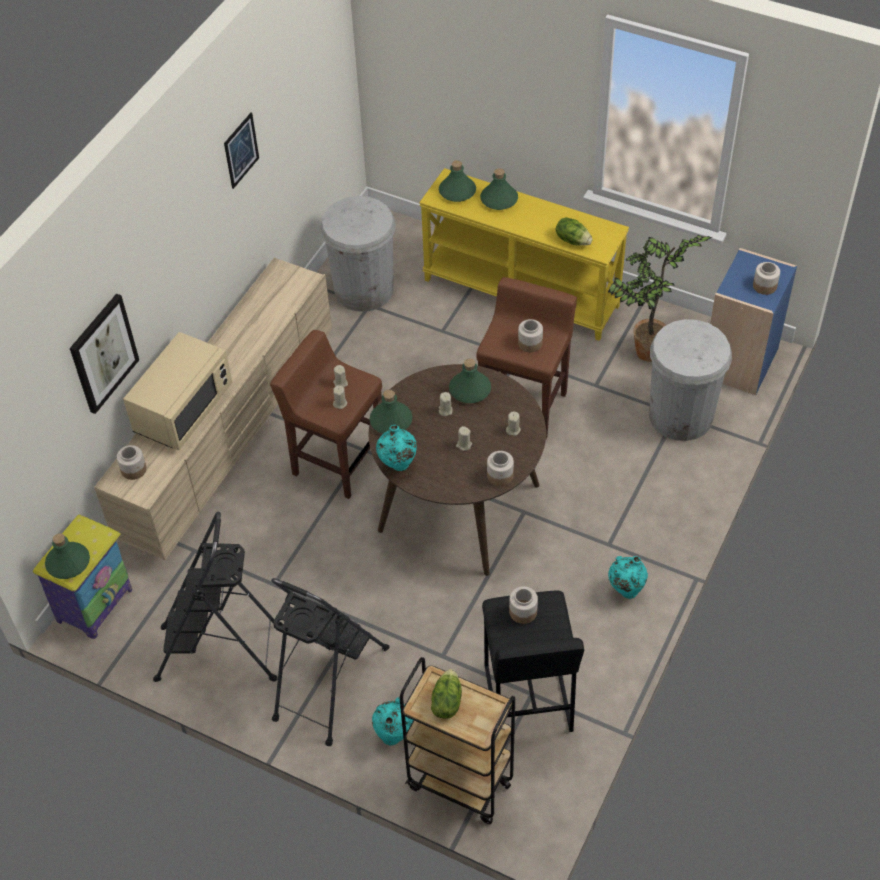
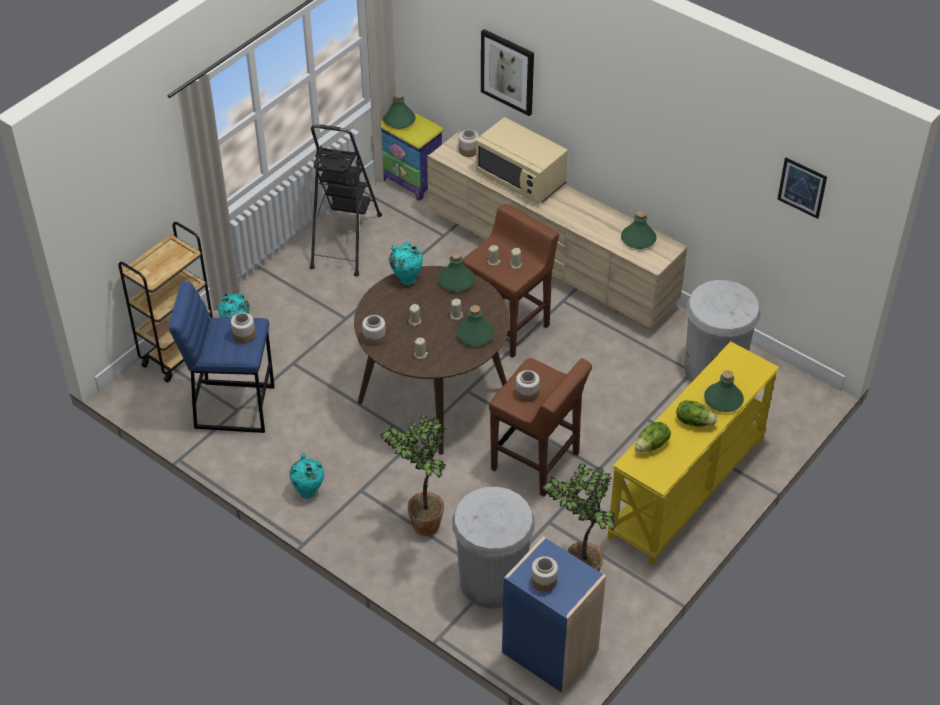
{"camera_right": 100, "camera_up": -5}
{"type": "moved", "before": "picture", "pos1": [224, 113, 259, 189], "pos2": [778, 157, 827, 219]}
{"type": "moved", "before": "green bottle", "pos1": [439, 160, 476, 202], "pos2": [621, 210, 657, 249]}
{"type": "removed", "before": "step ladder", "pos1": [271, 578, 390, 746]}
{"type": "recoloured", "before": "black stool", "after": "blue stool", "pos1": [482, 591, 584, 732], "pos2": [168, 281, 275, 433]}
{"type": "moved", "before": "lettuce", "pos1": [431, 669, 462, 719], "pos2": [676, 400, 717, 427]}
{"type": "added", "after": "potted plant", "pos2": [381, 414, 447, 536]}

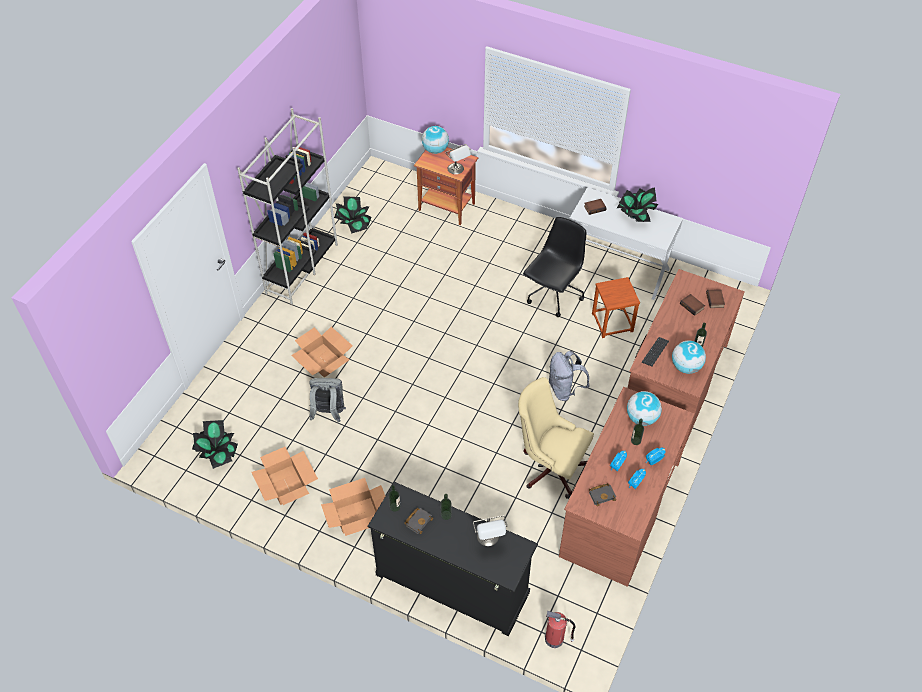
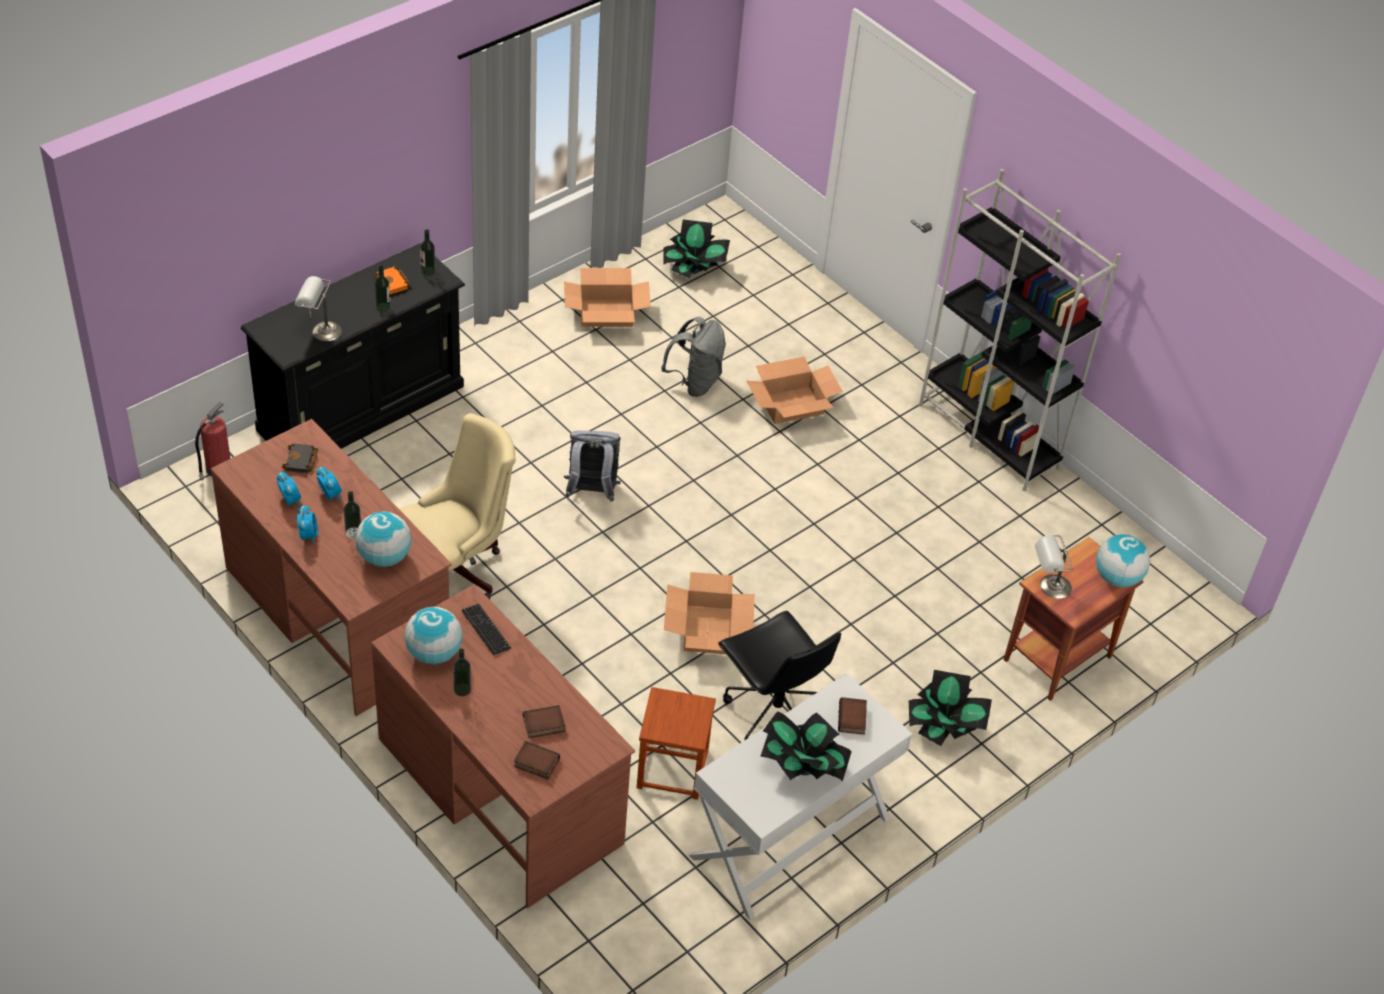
{"camera_right": 110, "camera_up": -5}
{"type": "moved", "before": "potted plant", "pos1": [334, 196, 371, 234], "pos2": [909, 670, 992, 746]}
{"type": "moved", "before": "grey backpack", "pos1": [549, 351, 590, 401], "pos2": [564, 430, 621, 502]}
{"type": "moved", "before": "cardboard box", "pos1": [321, 478, 385, 536], "pos2": [664, 572, 755, 654]}
{"type": "recoloured", "before": "black book", "after": "orange book", "pos1": [404, 508, 433, 534], "pos2": [374, 267, 411, 294]}

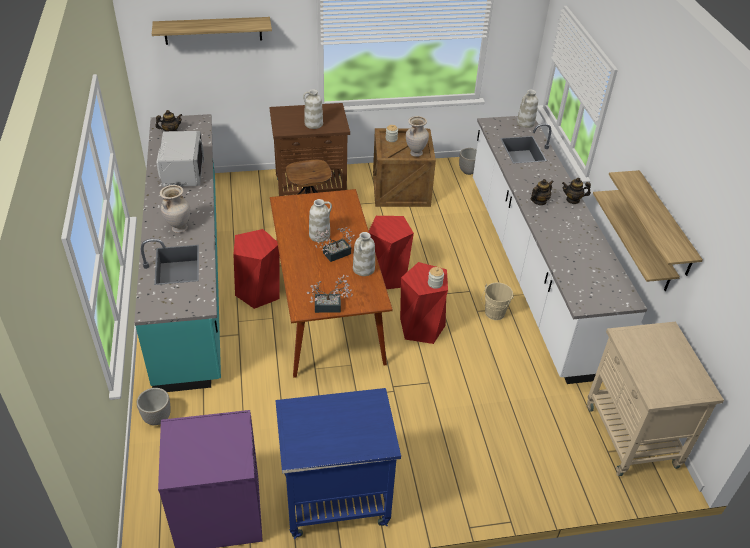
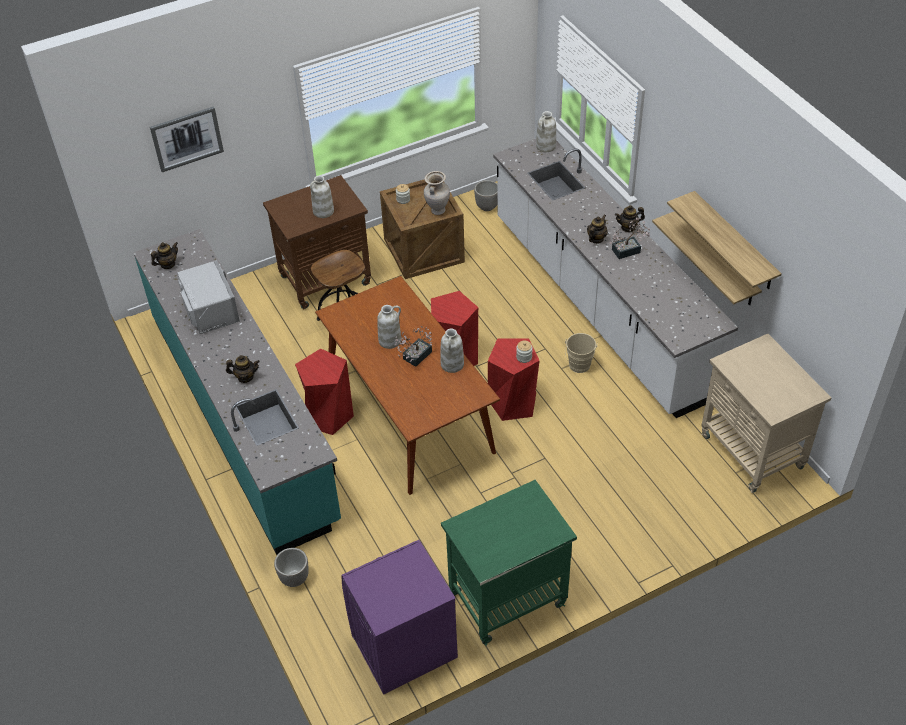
{"camera_right": -15, "camera_up": 5}
{"type": "replaced", "before": "shelf", "after": "picture", "pos1": [152, 17, 272, 45], "pos2": [150, 106, 224, 172]}
{"type": "replaced", "before": "beige vase", "after": "teapot", "pos1": [160, 185, 191, 233], "pos2": [226, 355, 260, 383]}
{"type": "moved", "before": "potted plant", "pos1": [307, 275, 353, 313], "pos2": [609, 217, 650, 259]}
{"type": "recoloured", "before": "blue cart", "after": "green cart", "pos1": [275, 388, 401, 539], "pos2": [441, 480, 577, 646]}

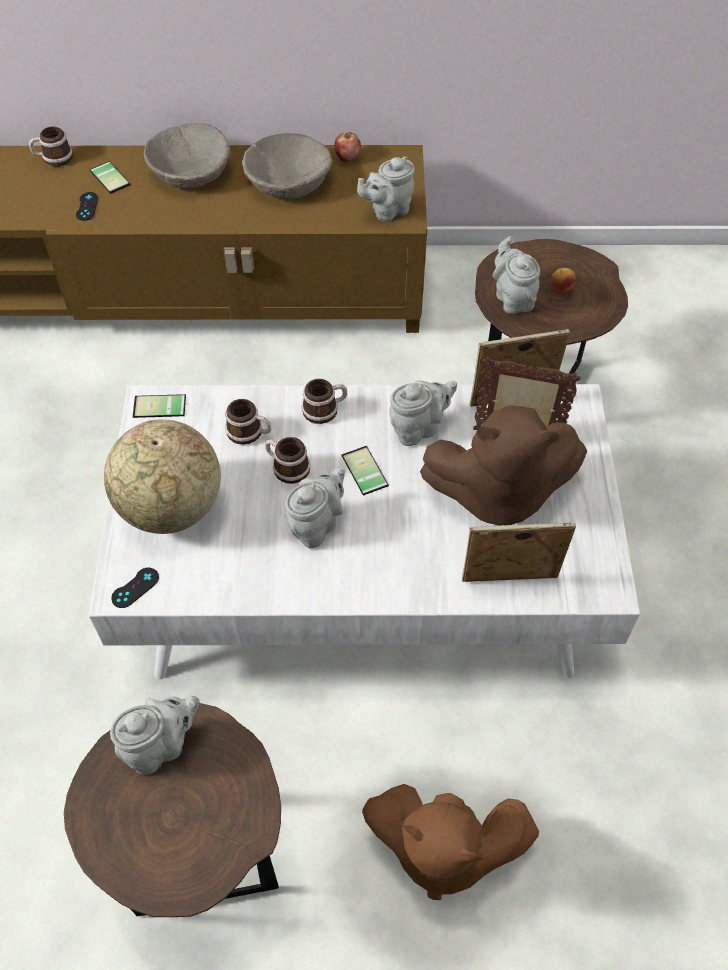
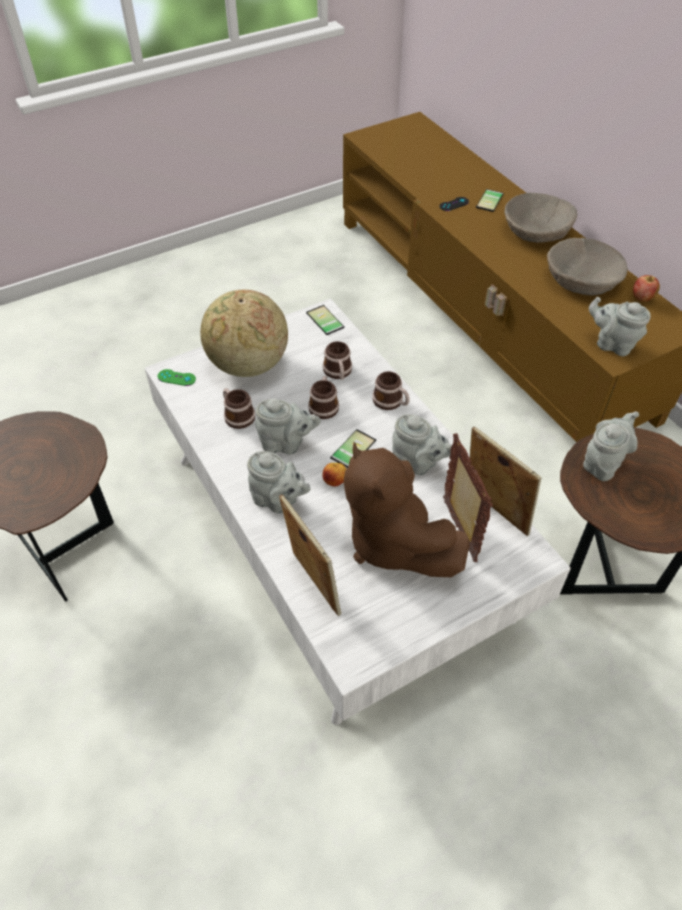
{"camera_right": 60, "camera_up": -5}
{"type": "moved", "before": "mug", "pos1": [29, 126, 73, 167], "pos2": [223, 389, 255, 429]}
{"type": "moved", "before": "apple", "pos1": [551, 268, 576, 293], "pos2": [322, 463, 346, 487]}
{"type": "recoloured", "before": "black game controller", "after": "green game controller", "pos1": [111, 567, 159, 608], "pos2": [157, 369, 196, 386]}
{"type": "moved", "before": "grey teapot", "pos1": [110, 696, 200, 775], "pos2": [247, 451, 310, 513]}
{"type": "removed", "before": "brown plush toy", "pos1": [362, 784, 539, 900]}

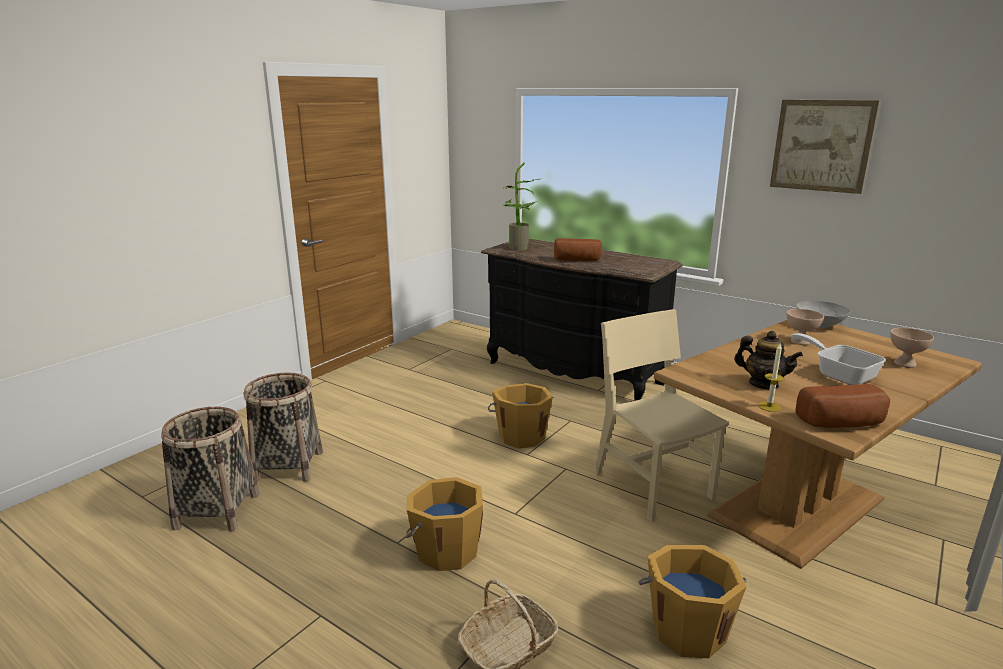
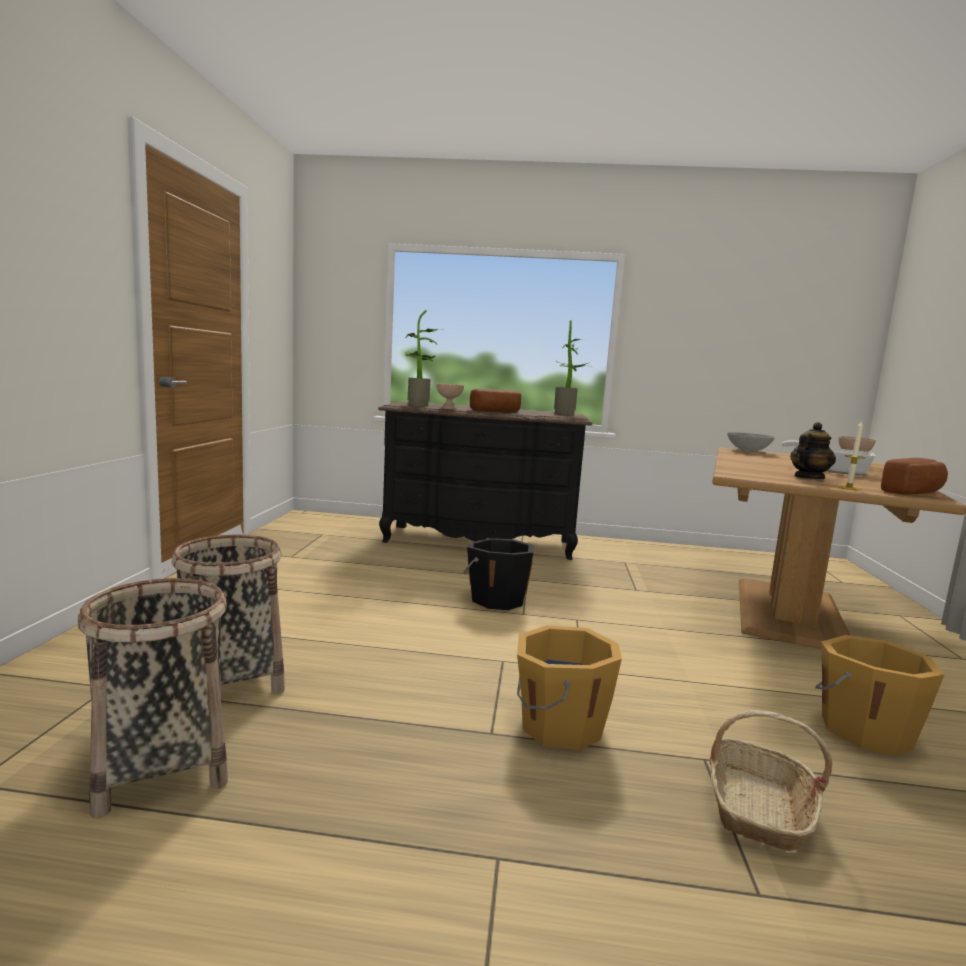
{"camera_right": -30, "camera_up": -10}
{"type": "removed", "before": "picture", "pos1": [770, 100, 879, 194]}
{"type": "removed", "before": "beige chair", "pos1": [594, 309, 729, 522]}
{"type": "moved", "before": "beige bowl", "pos1": [787, 309, 824, 345], "pos2": [436, 384, 464, 409]}
{"type": "turned", "before": "teapot", "pos1": [734, 331, 803, 389], "pos2": [790, 422, 836, 479], "turn": -45}
{"type": "recoloured", "before": "orange bucket", "after": "black bucket", "pos1": [488, 383, 553, 448], "pos2": [464, 538, 534, 610]}
{"type": "added", "after": "potted plant", "pos2": [554, 320, 590, 415]}

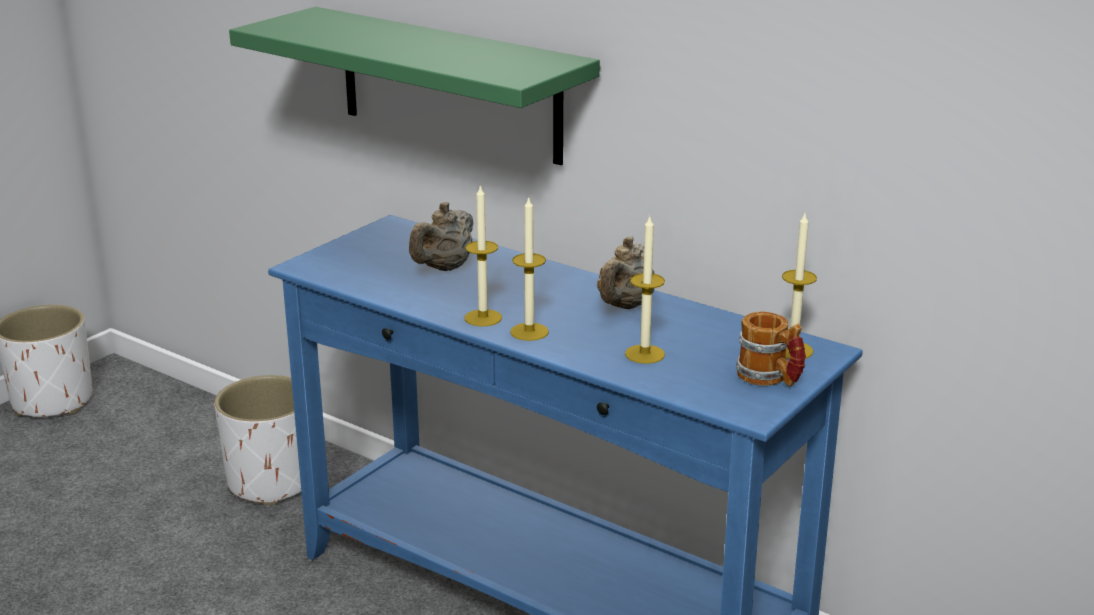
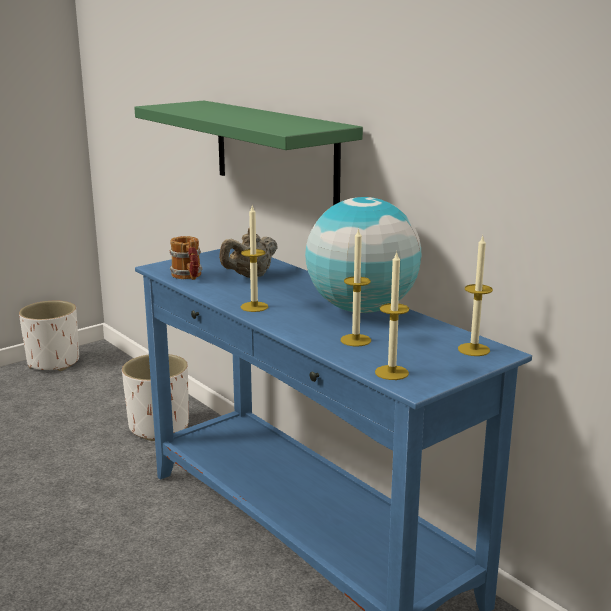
{"camera_right": 15, "camera_up": -5}
{"type": "moved", "before": "candle", "pos1": [510, 197, 549, 341], "pos2": [375, 252, 409, 380]}
{"type": "replaced", "before": "beige teapot", "after": "globe", "pos1": [597, 236, 655, 309], "pos2": [305, 197, 421, 313]}
{"type": "moved", "before": "mug", "pos1": [736, 311, 806, 386], "pos2": [170, 236, 203, 280]}

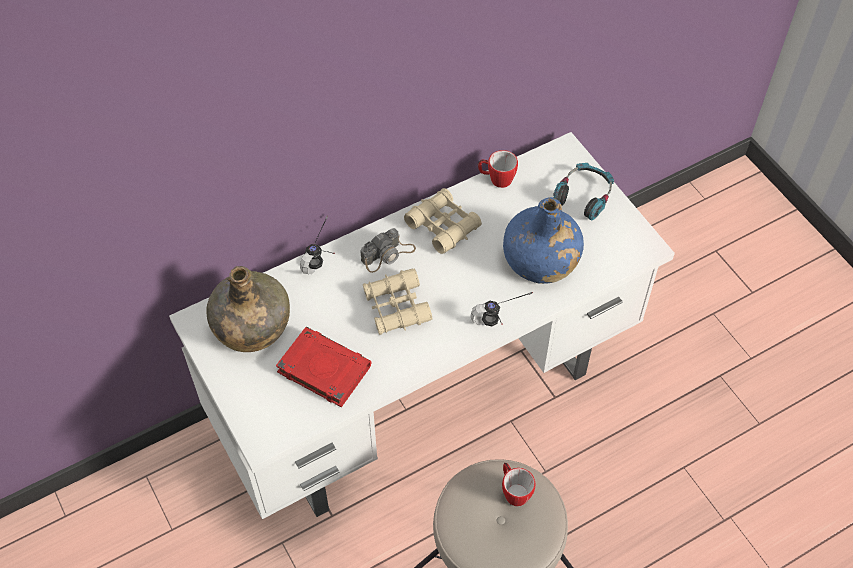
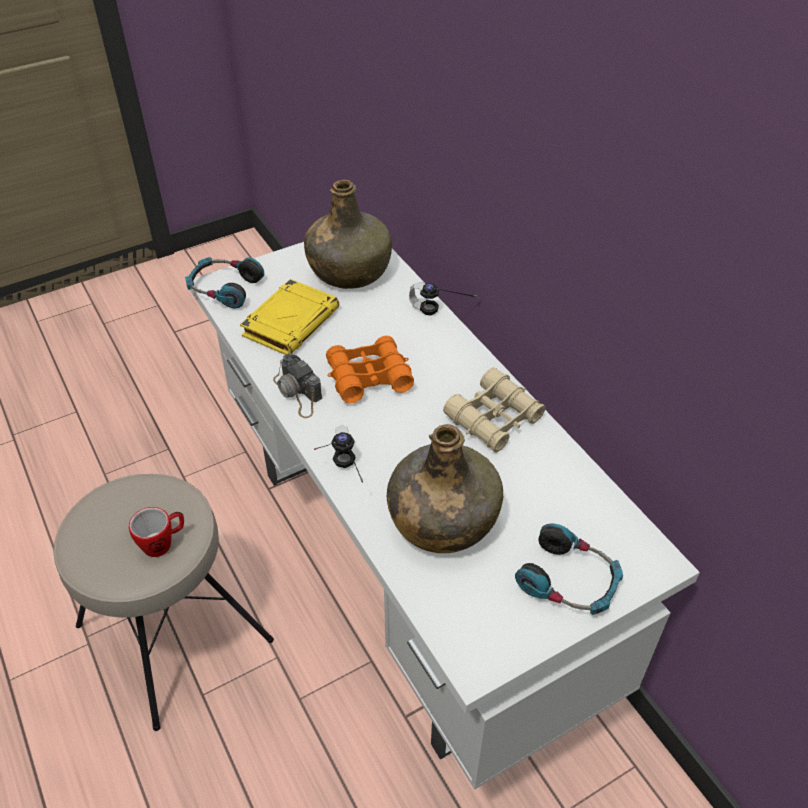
{"camera_right": 90, "camera_up": -10}
{"type": "removed", "before": "mug", "pos1": [478, 150, 518, 188]}
{"type": "recoloured", "before": "blue bottle", "after": "green bottle", "pos1": [503, 197, 584, 284], "pos2": [387, 424, 503, 553]}
{"type": "moved", "before": "photo camera", "pos1": [360, 228, 416, 273], "pos2": [273, 353, 322, 418]}
{"type": "recoloured", "before": "beige binoculars", "after": "orange binoculars", "pos1": [363, 268, 432, 335], "pos2": [326, 336, 414, 403]}
{"type": "recoloured", "before": "red book", "after": "yellow book", "pos1": [276, 327, 371, 407], "pos2": [240, 279, 339, 355]}
{"type": "added", "after": "headphones", "pos2": [185, 257, 264, 308]}

